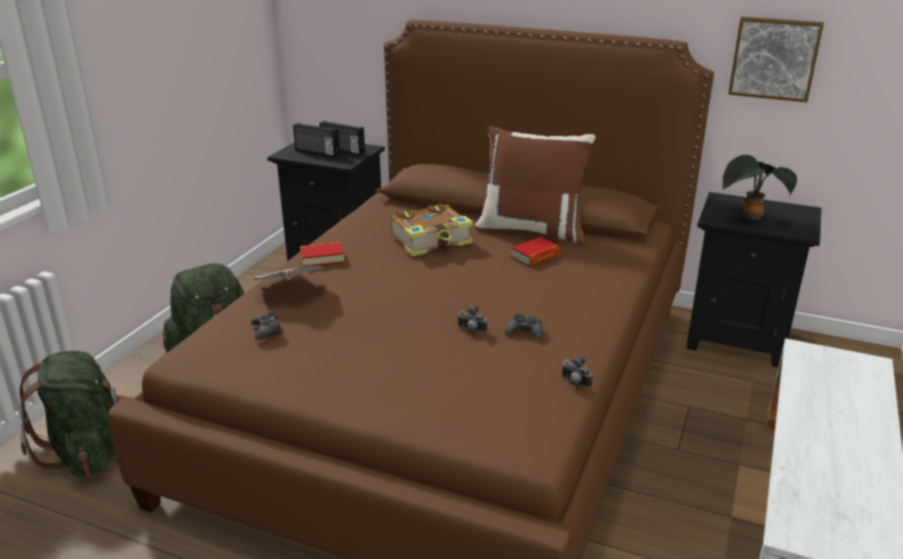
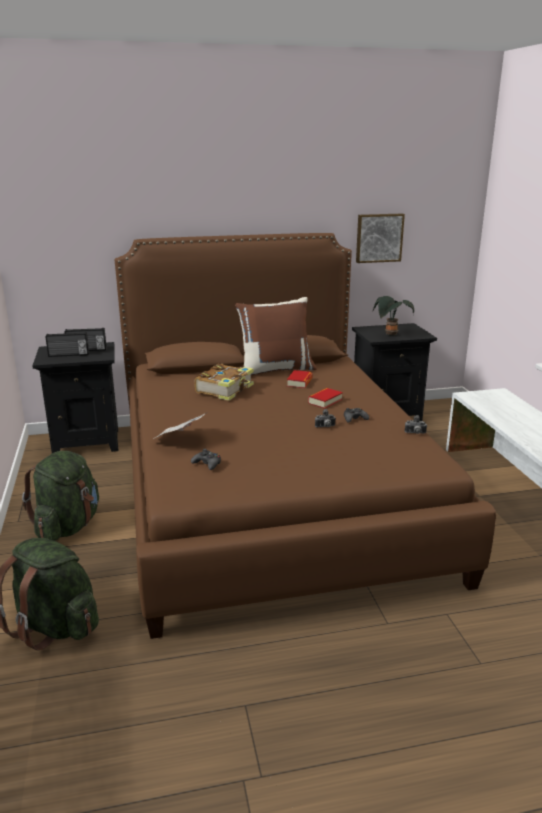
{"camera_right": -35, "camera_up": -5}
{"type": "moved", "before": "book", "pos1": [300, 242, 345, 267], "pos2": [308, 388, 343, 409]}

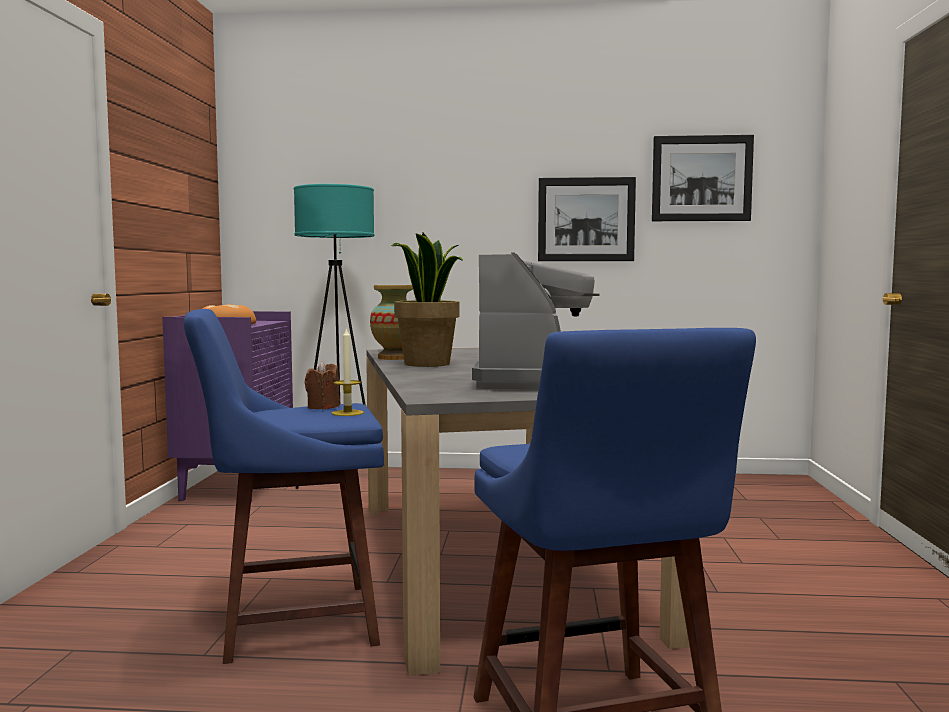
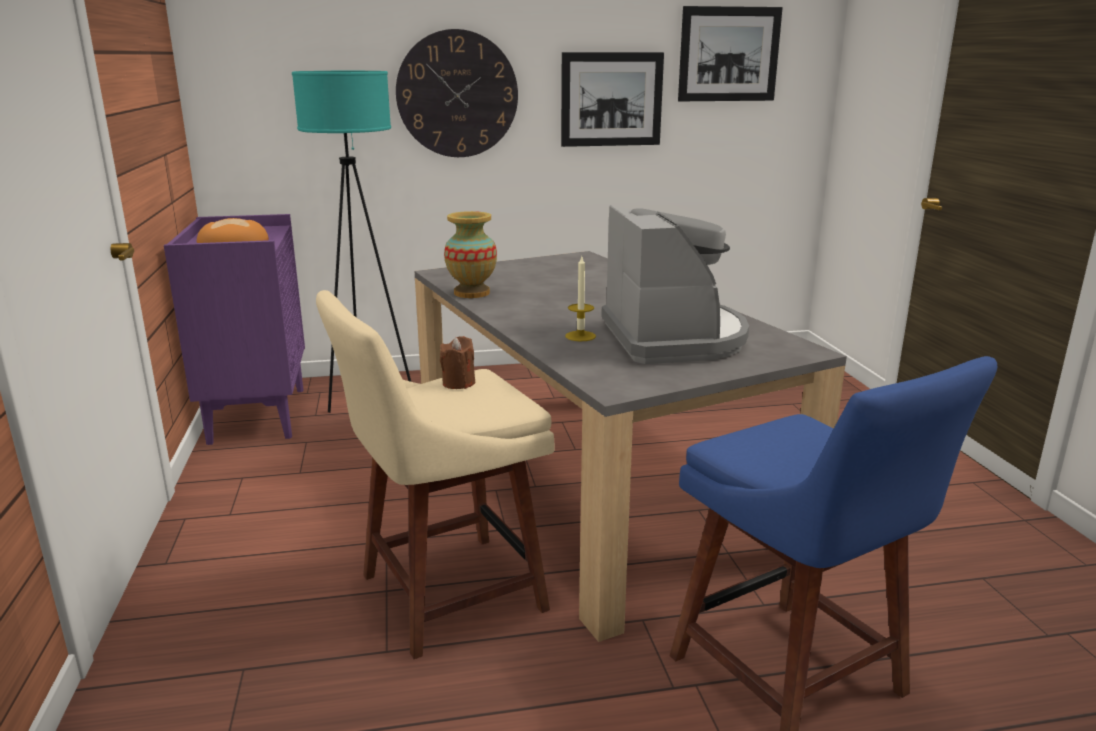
{"camera_right": -15, "camera_up": 15}
{"type": "removed", "before": "potted plant", "pos1": [391, 233, 463, 367]}
{"type": "recoloured", "before": "blue stool", "after": "beige stool", "pos1": [184, 309, 384, 664], "pos2": [316, 290, 555, 659]}
{"type": "moved", "before": "candle", "pos1": [332, 327, 364, 416], "pos2": [565, 257, 596, 341]}
{"type": "added", "after": "wall clock", "pos2": [396, 29, 518, 157]}

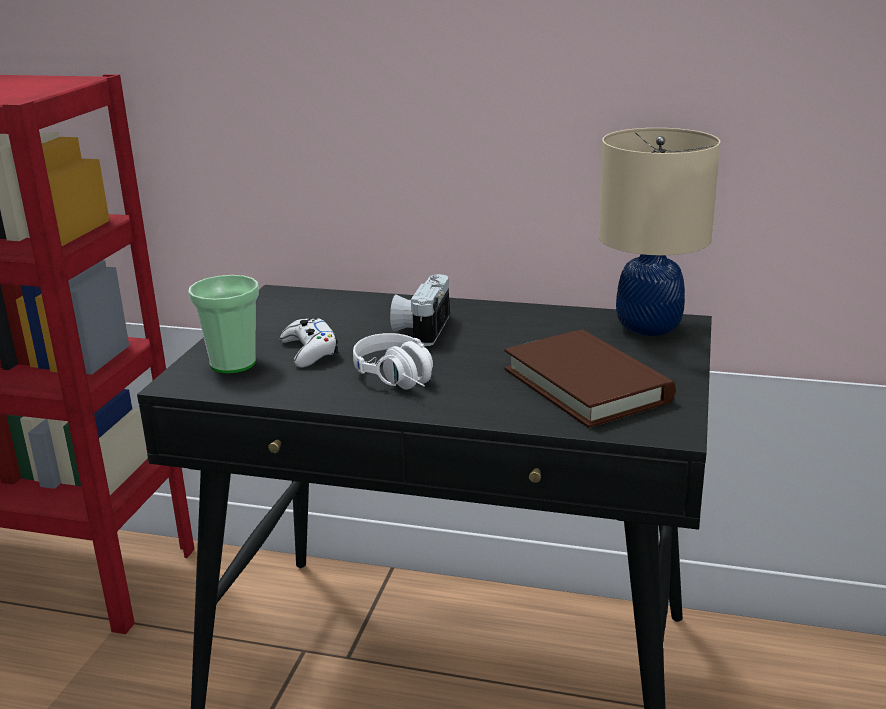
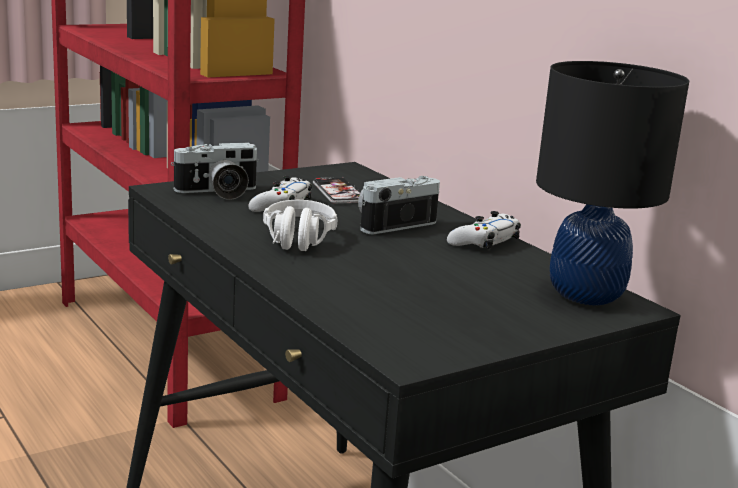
{"camera_right": 40, "camera_up": -5}
{"type": "recoloured", "before": "beige table lamp", "after": "black table lamp", "pos1": [598, 128, 720, 336], "pos2": [536, 61, 689, 306]}
{"type": "replaced", "before": "cup", "after": "photo camera", "pos1": [188, 275, 259, 374], "pos2": [171, 143, 259, 200]}
{"type": "removed", "before": "brown book", "pos1": [505, 330, 675, 428]}
{"type": "added", "after": "phone", "pos2": [313, 177, 360, 204]}
{"type": "added", "after": "white game controller", "pos2": [447, 211, 521, 249]}

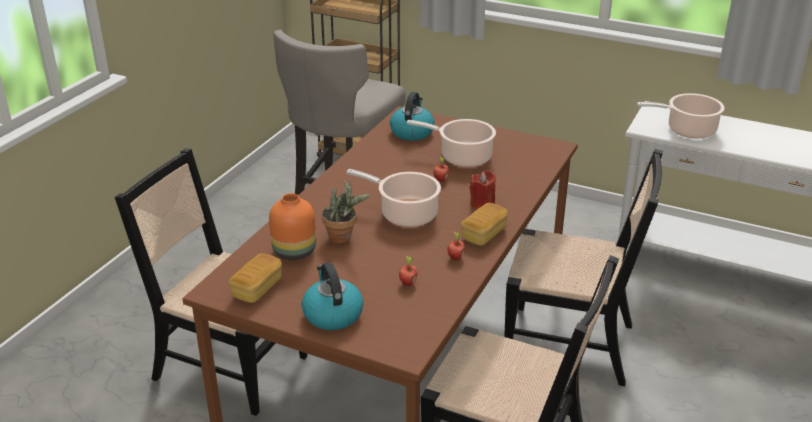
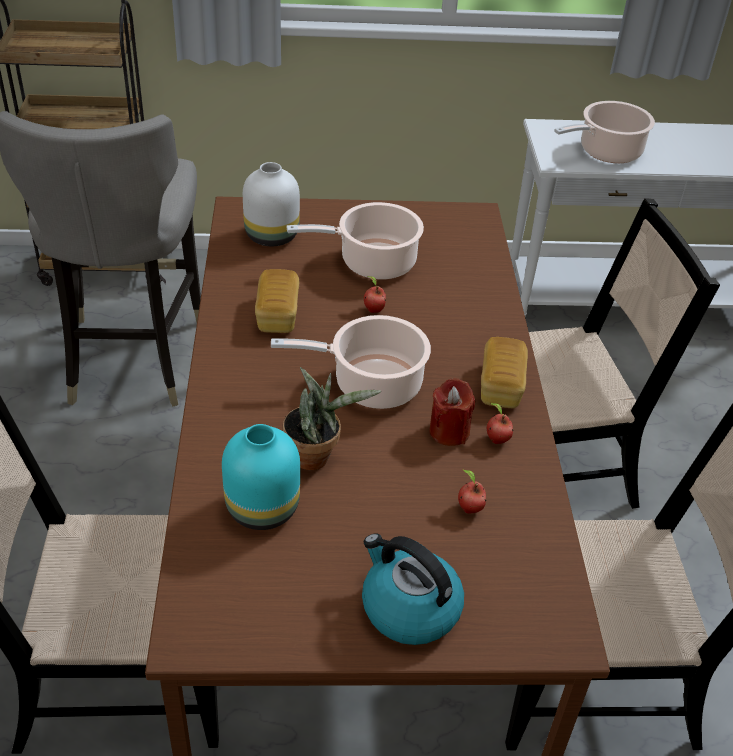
{"camera_right": -30, "camera_up": 10}
{"type": "replaced", "before": "kettle", "after": "white vase", "pos1": [390, 92, 435, 141], "pos2": [243, 162, 300, 246]}
{"type": "moved", "before": "red candle", "pos1": [470, 170, 496, 209], "pos2": [429, 378, 475, 446]}
{"type": "recoloured", "before": "orange vase", "after": "turquoise vase", "pos1": [269, 193, 316, 260], "pos2": [222, 424, 300, 530]}
{"type": "moved", "before": "bread", "pos1": [229, 253, 282, 303], "pos2": [255, 269, 299, 333]}

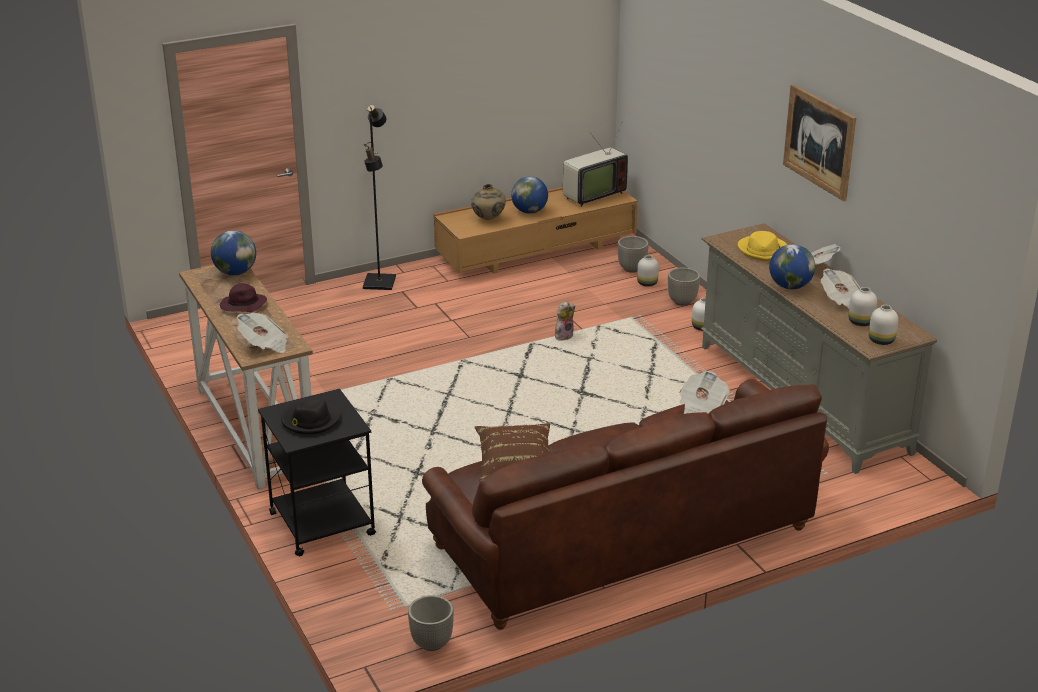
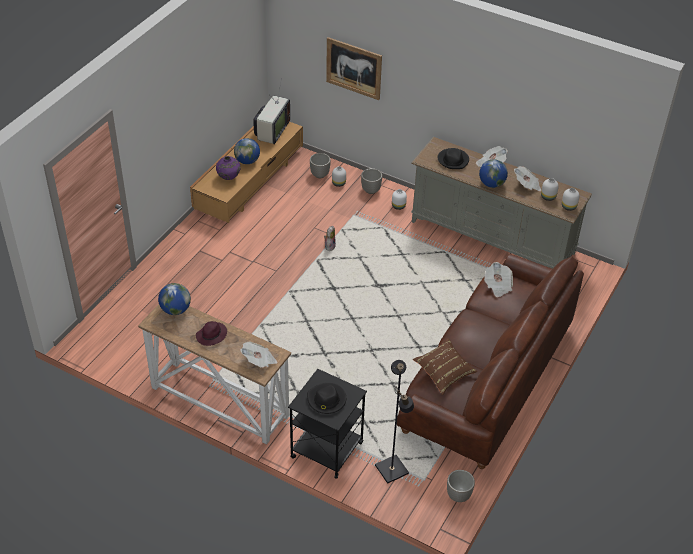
{"camera_right": -35, "camera_up": 15}
{"type": "moved", "before": "picture", "pos1": [783, 84, 856, 201], "pos2": [326, 37, 382, 100]}
{"type": "moved", "before": "black floor lamp", "pos1": [363, 105, 396, 290], "pos2": [375, 360, 414, 484]}
{"type": "recoloured", "before": "beige vase", "after": "purple vase", "pos1": [471, 184, 506, 220], "pos2": [216, 156, 241, 180]}
{"type": "recoloured", "before": "yellow hat", "after": "black hat", "pos1": [738, 231, 787, 261], "pos2": [437, 148, 469, 169]}

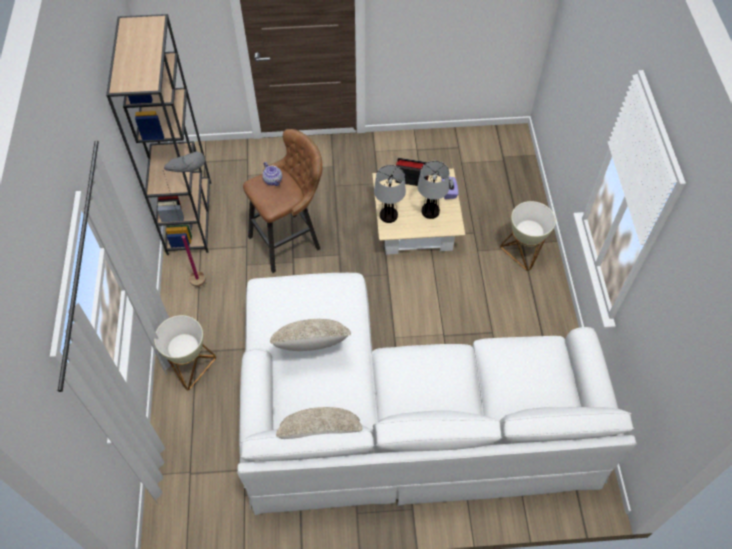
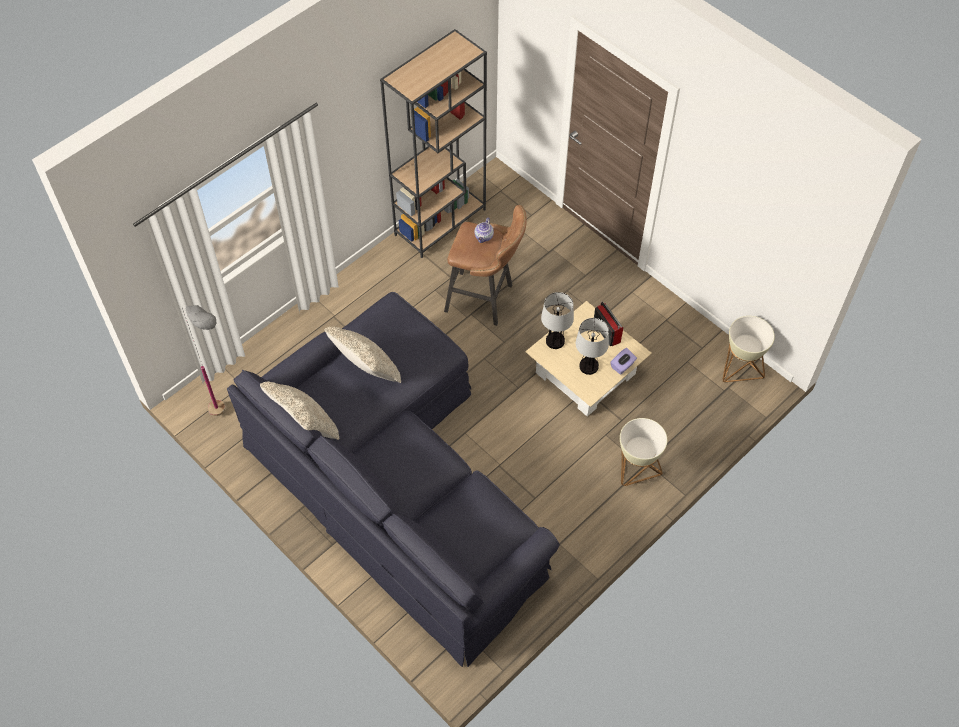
{"camera_right": 50, "camera_up": 0}
{"type": "moved", "before": "grey floor lamp", "pos1": [163, 151, 206, 287], "pos2": [182, 305, 225, 416]}
{"type": "recoloured", "before": "white sofa", "after": "black sofa", "pos1": [237, 273, 637, 515], "pos2": [227, 292, 560, 667]}
{"type": "moved", "before": "planter", "pos1": [154, 315, 216, 391], "pos2": [722, 316, 775, 382]}

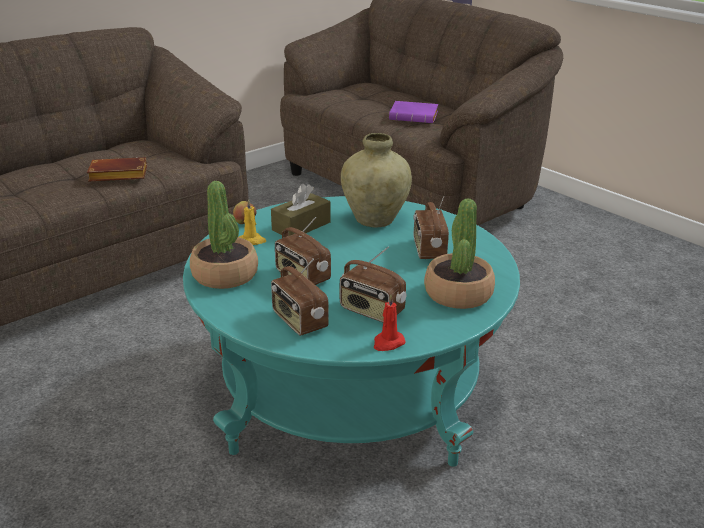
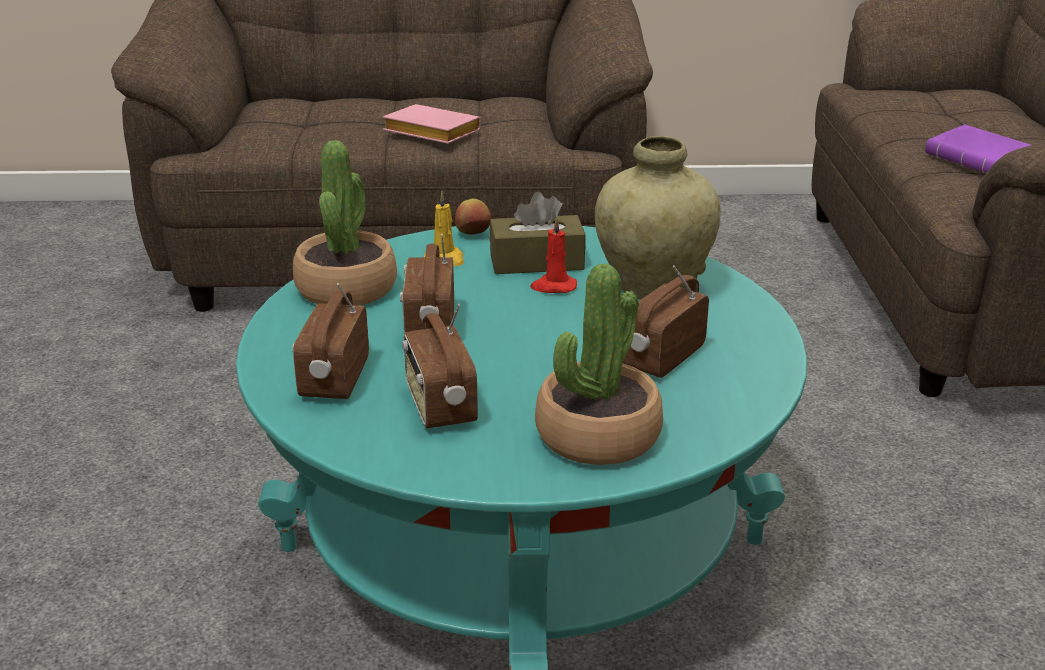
{"camera_right": 40, "camera_up": 0}
{"type": "recoloured", "before": "brown book", "after": "pink book", "pos1": [87, 157, 147, 181], "pos2": [383, 104, 481, 144]}
{"type": "moved", "before": "red candle", "pos1": [373, 294, 406, 351], "pos2": [530, 217, 577, 293]}

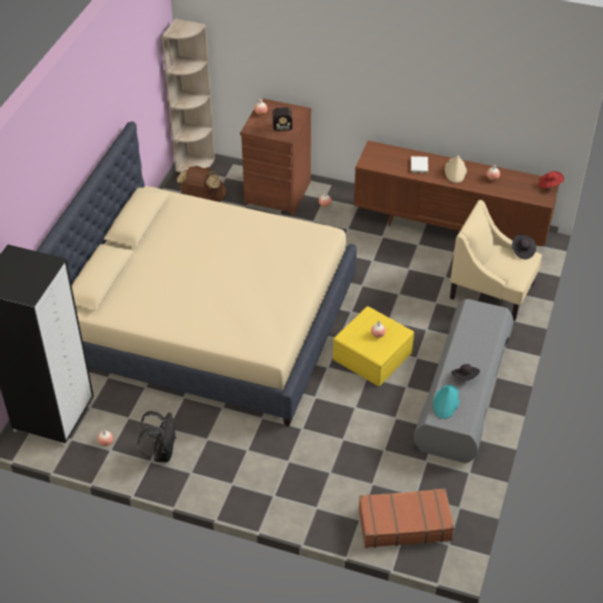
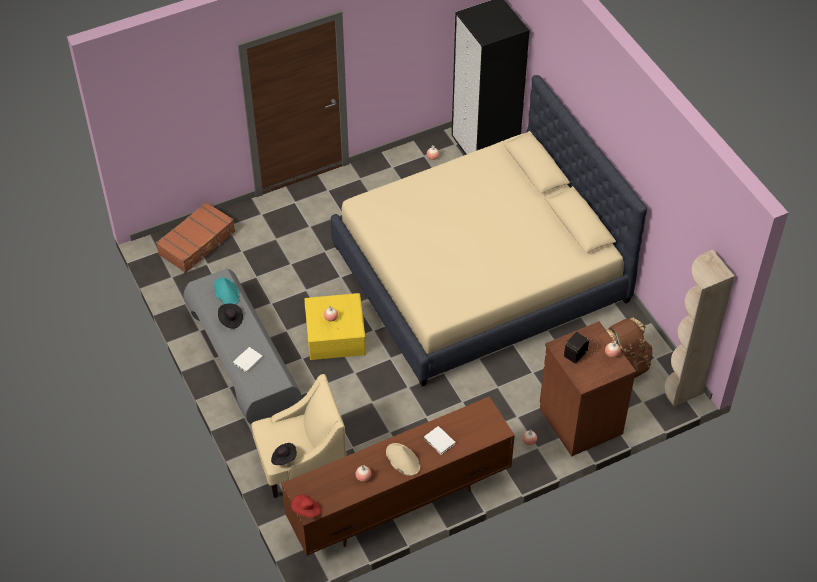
{"camera_right": 135, "camera_up": 5}
{"type": "removed", "before": "black backpack", "pos1": [137, 411, 175, 462]}
{"type": "added", "after": "white book", "pos2": [233, 347, 263, 373]}

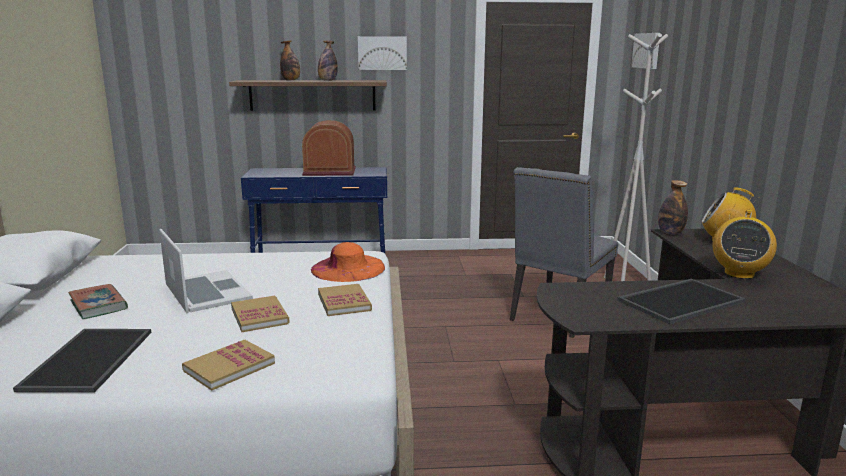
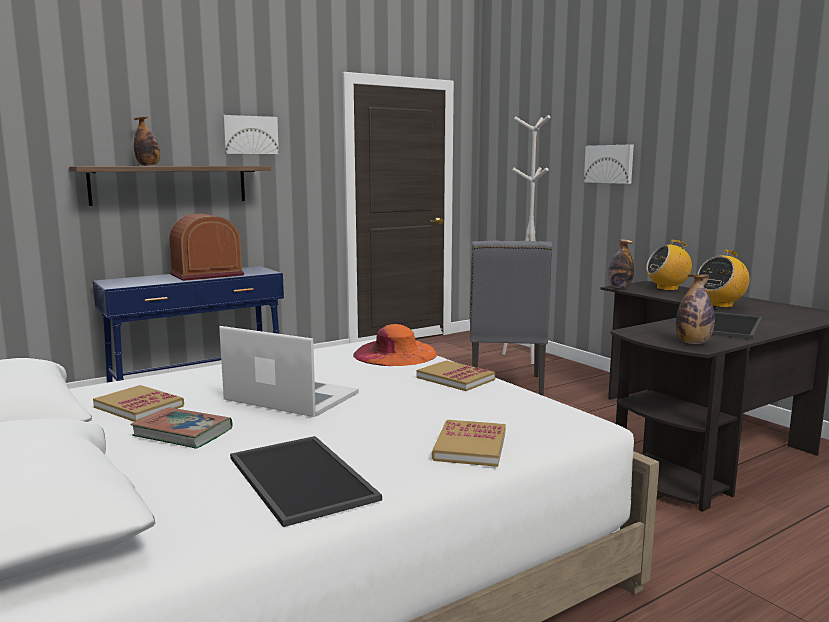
{"camera_right": -30, "camera_up": -5}
{"type": "moved", "before": "picture", "pos1": [631, 33, 659, 69], "pos2": [584, 145, 634, 184]}
{"type": "moved", "before": "bottle", "pos1": [318, 41, 338, 81], "pos2": [676, 274, 715, 344]}
{"type": "turned", "before": "radio", "pos1": [713, 209, 777, 279], "pos2": [697, 250, 750, 308], "turn": 60}
{"type": "moved", "before": "book", "pos1": [231, 295, 290, 332], "pos2": [93, 385, 184, 422]}

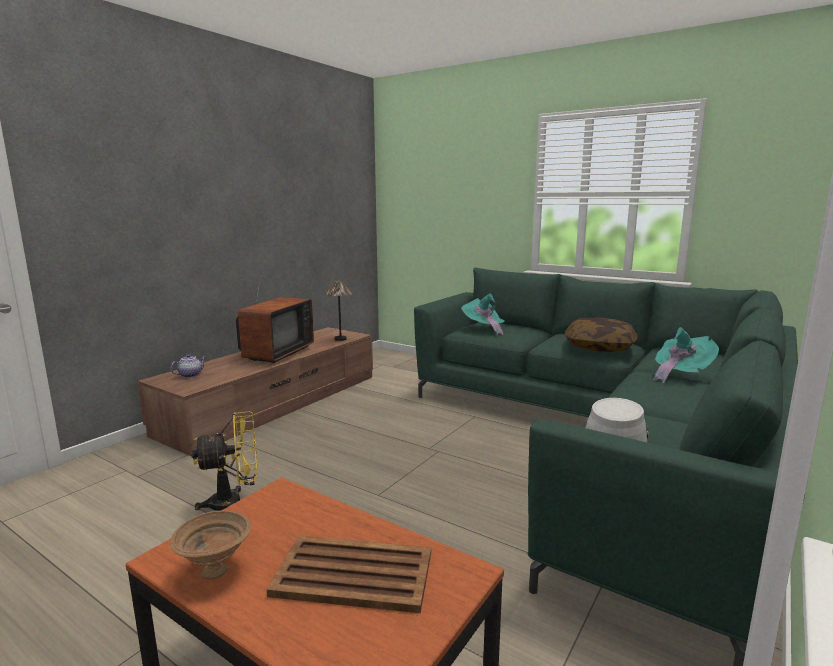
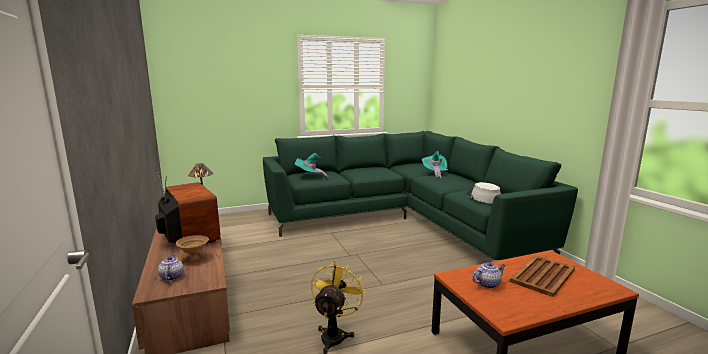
{"camera_right": -55, "camera_up": 0}
{"type": "removed", "before": "pillow", "pos1": [565, 317, 638, 352]}
{"type": "moved", "before": "brown bowl", "pos1": [170, 511, 251, 580], "pos2": [176, 235, 209, 261]}
{"type": "added", "after": "teapot", "pos2": [472, 262, 506, 289]}

